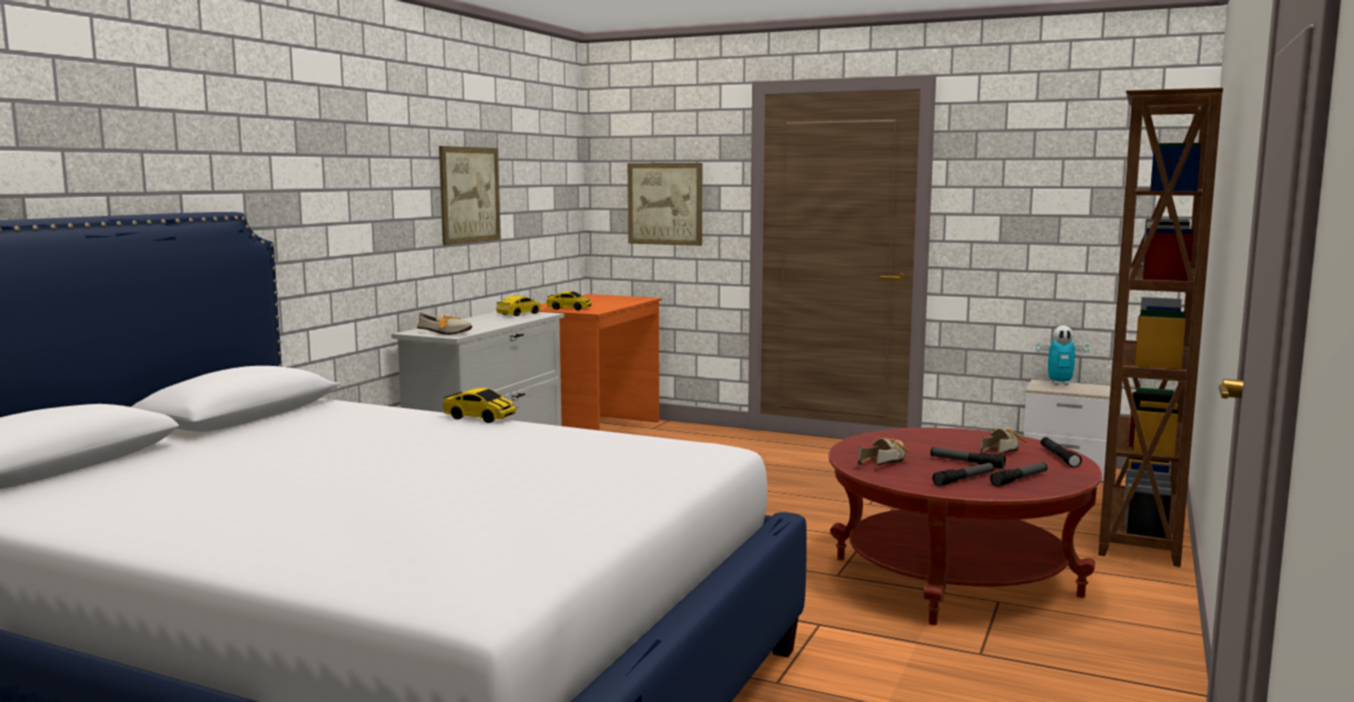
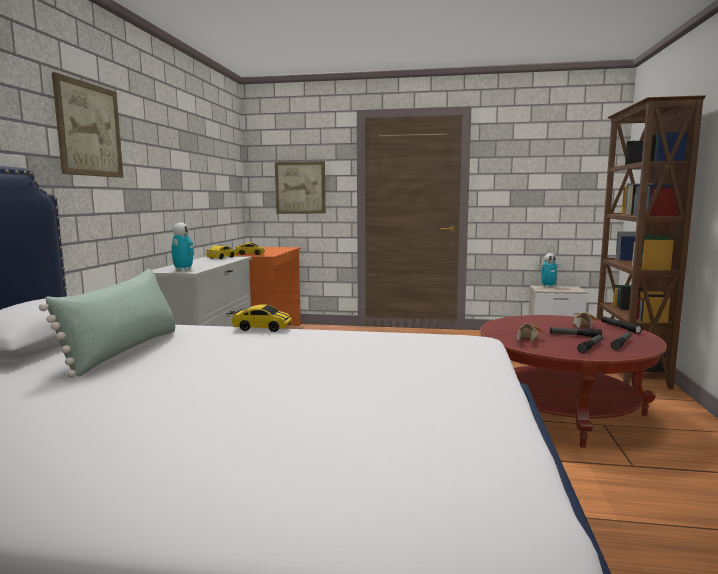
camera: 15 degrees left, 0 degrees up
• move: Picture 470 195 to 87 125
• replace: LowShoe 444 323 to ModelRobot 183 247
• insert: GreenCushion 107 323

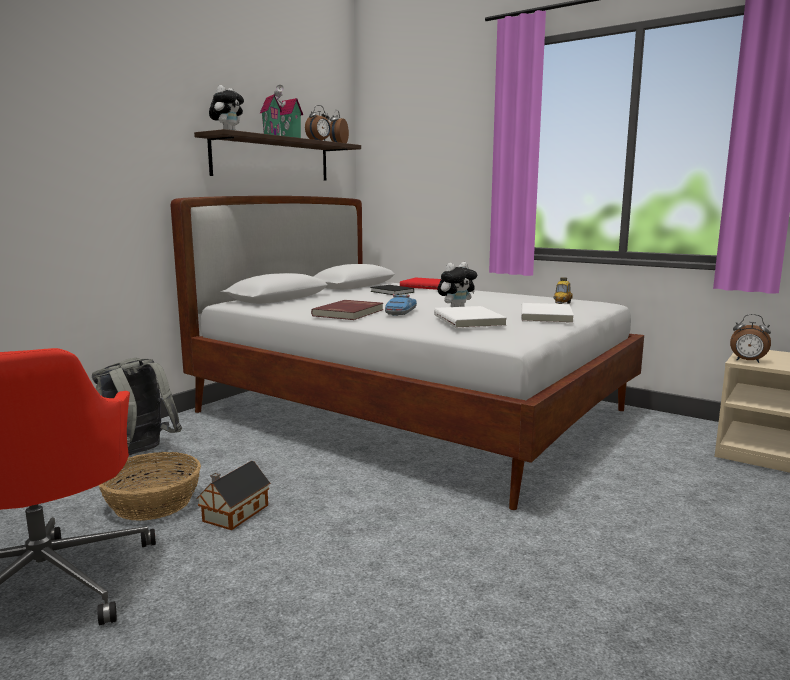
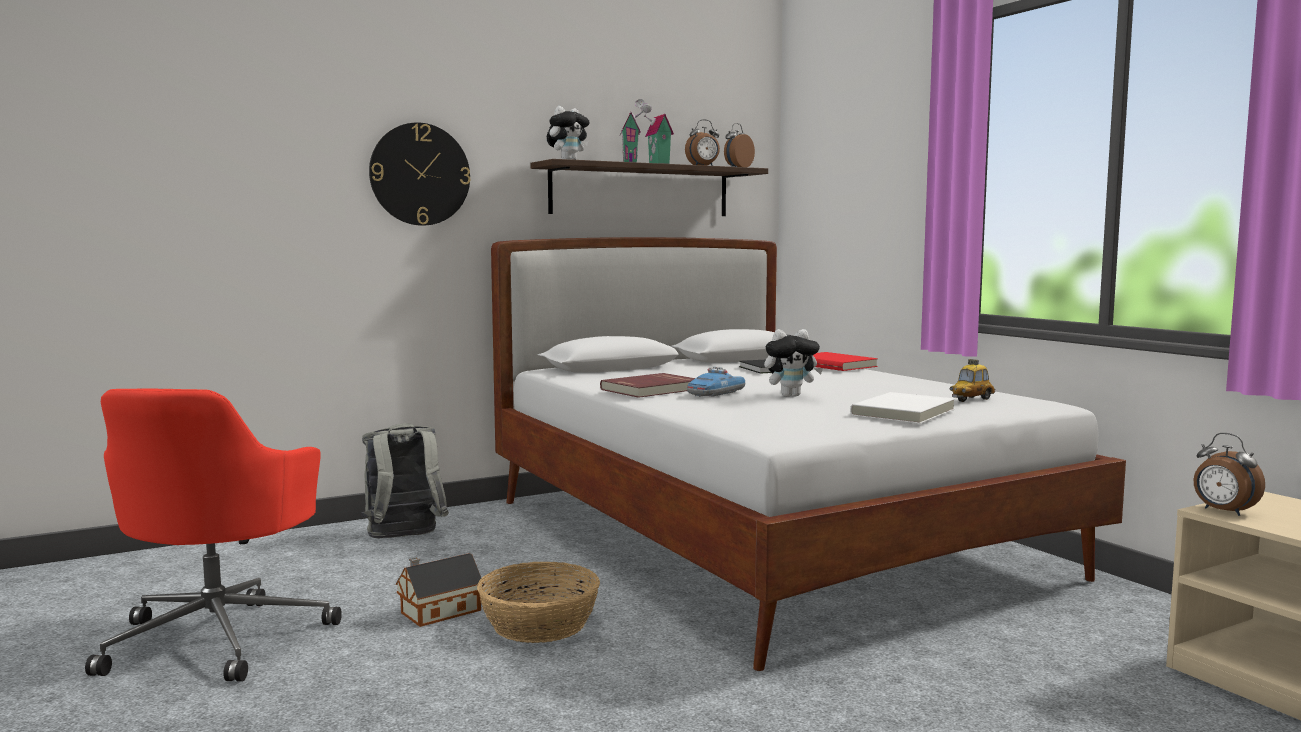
camera: 25 degrees right, 5 degrees down
• delete: WhiteVolume 470 317
• move: StorageBasket 150 486 to 538 602
• insert: WallClock 419 174

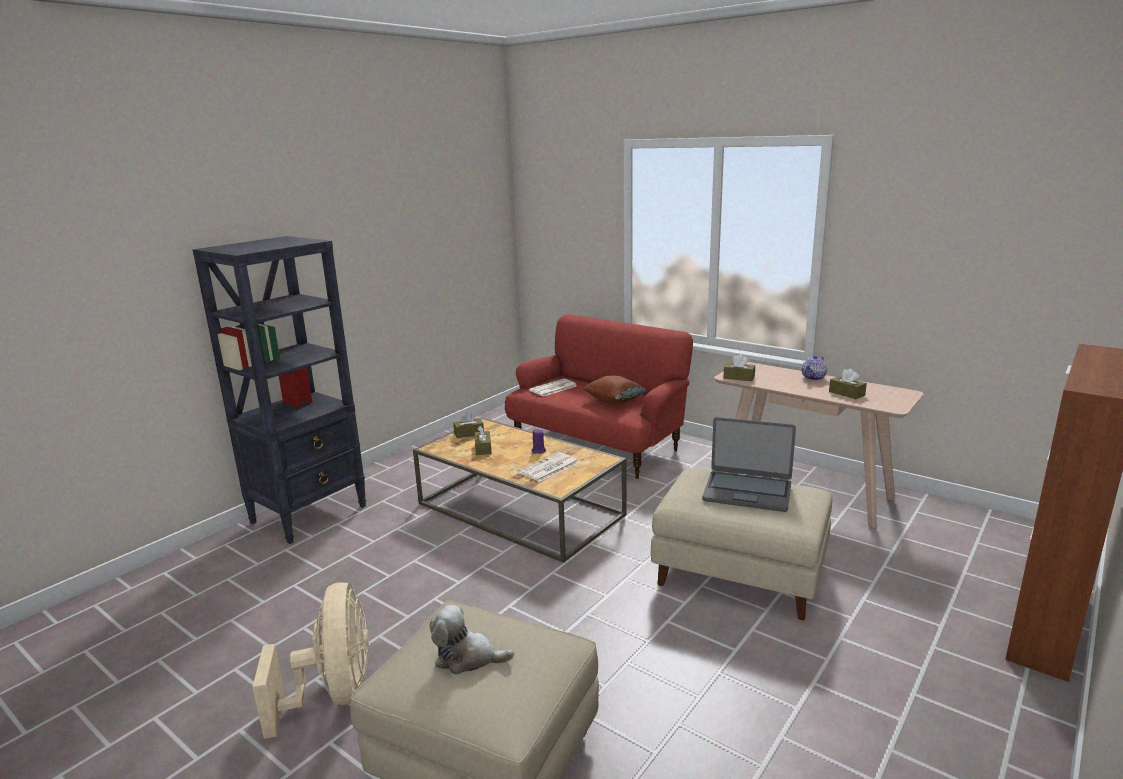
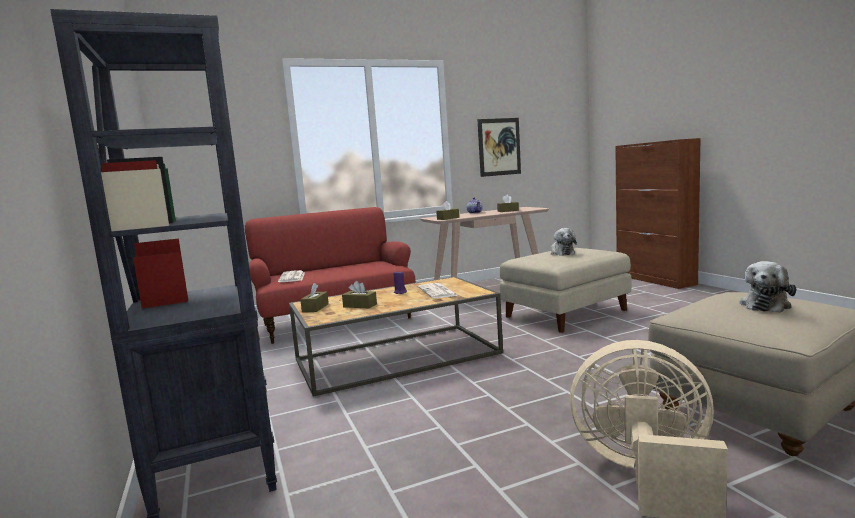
camera: 60 degrees left, 10 degrees down
• delete: BrownishCushion 615 389
• replace: NotebookComputer 749 464 to PlushToy 564 242
• insert: Picture 499 147

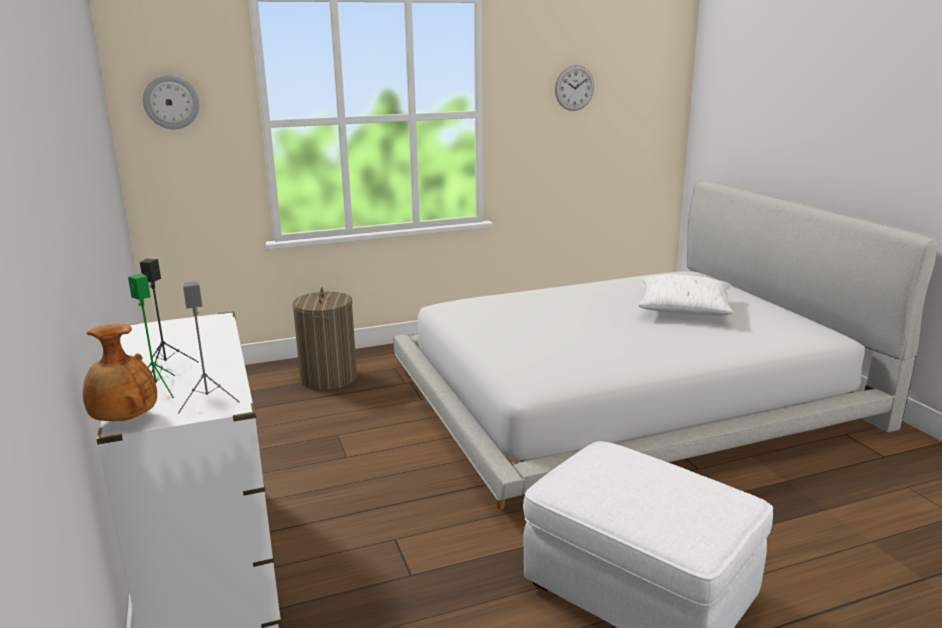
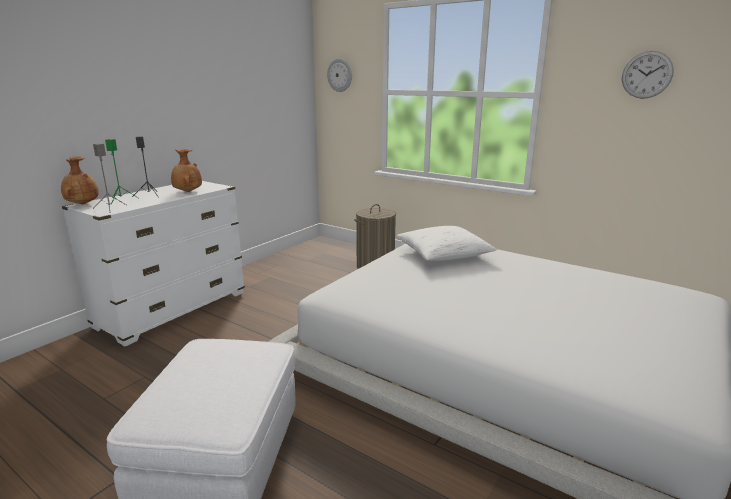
camera: 55 degrees right, 0 degrees up
• move: WhiteCushion 686 295 to 446 243
• insert: BrownishDecorativeVase 186 170

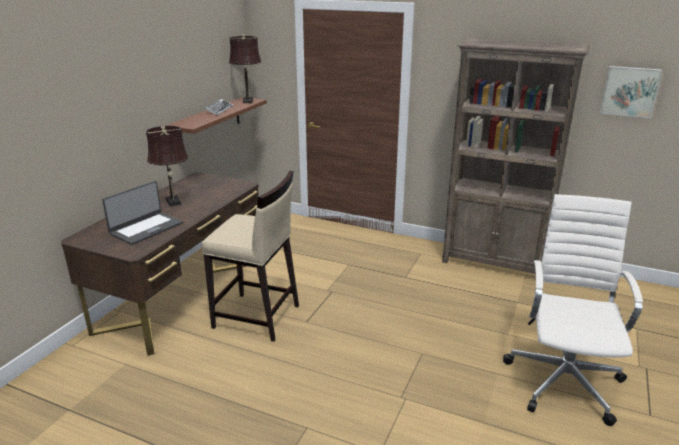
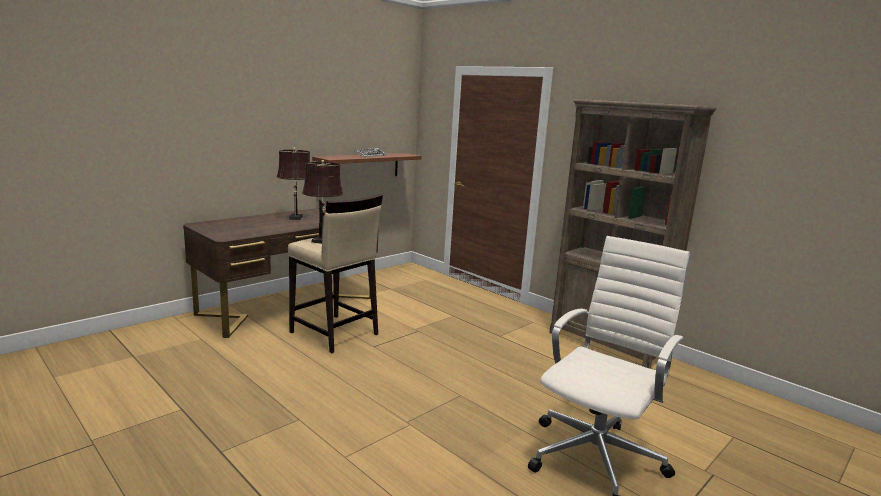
camera: 20 degrees right, 10 degrees down
• move: BrownishTabletopLamp 245 68 to 322 202
• delete: Picture 631 92
• delete: NotebookComputer 142 213

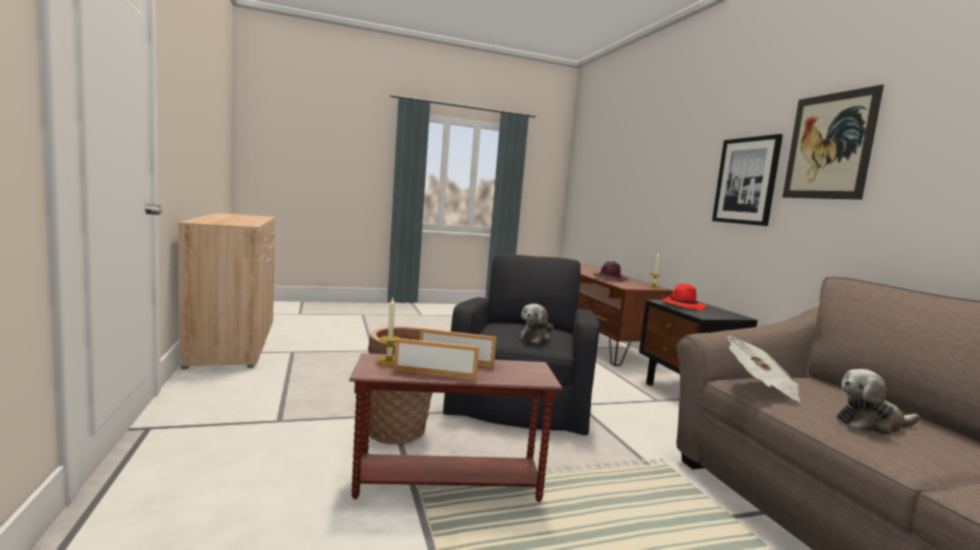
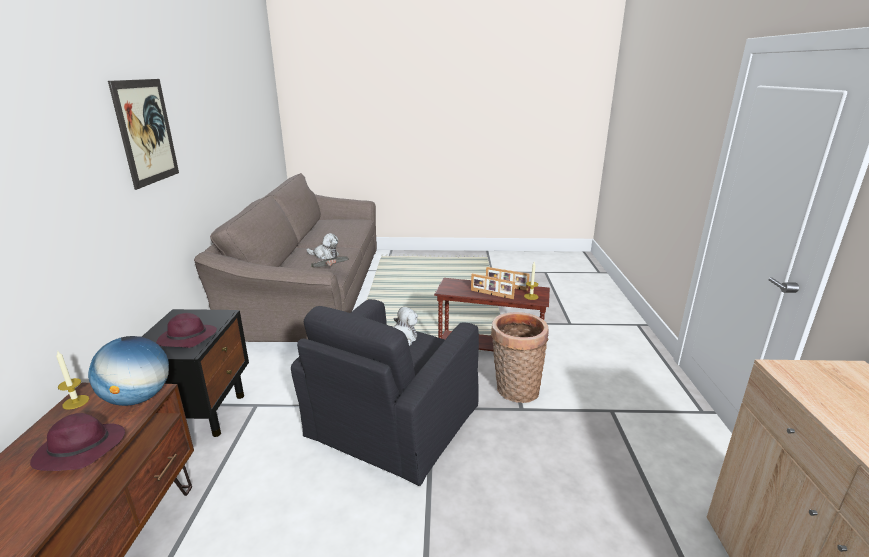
camera: 160 degrees left, 15 degrees up
• delete: Picture 747 180
• recolor: RedColouredClothingHat 683 297 to PurplishClothingHat 186 330
• insert: Globe 128 371

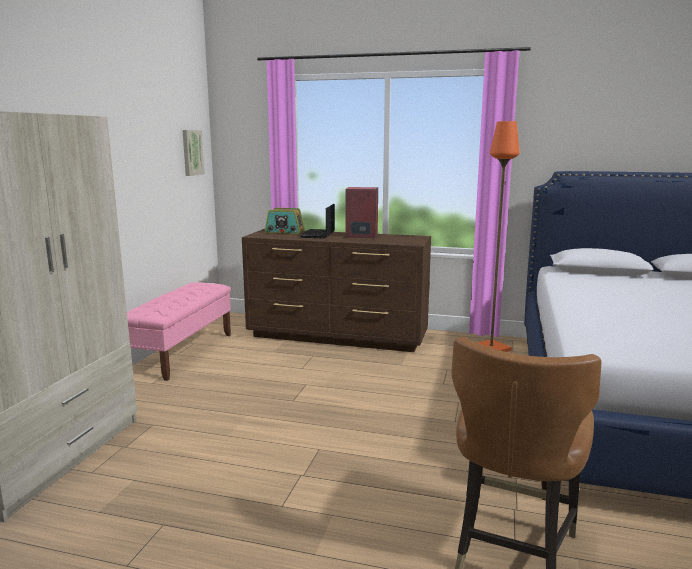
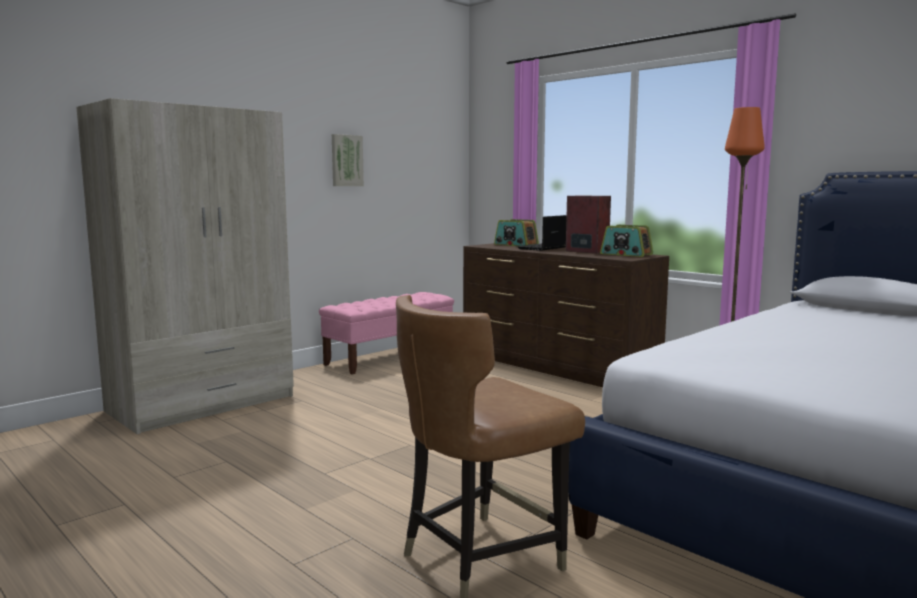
camera: 30 degrees right, 5 degrees down
• move: Picture 193 153 to 348 160
• insert: RadioSet 626 241

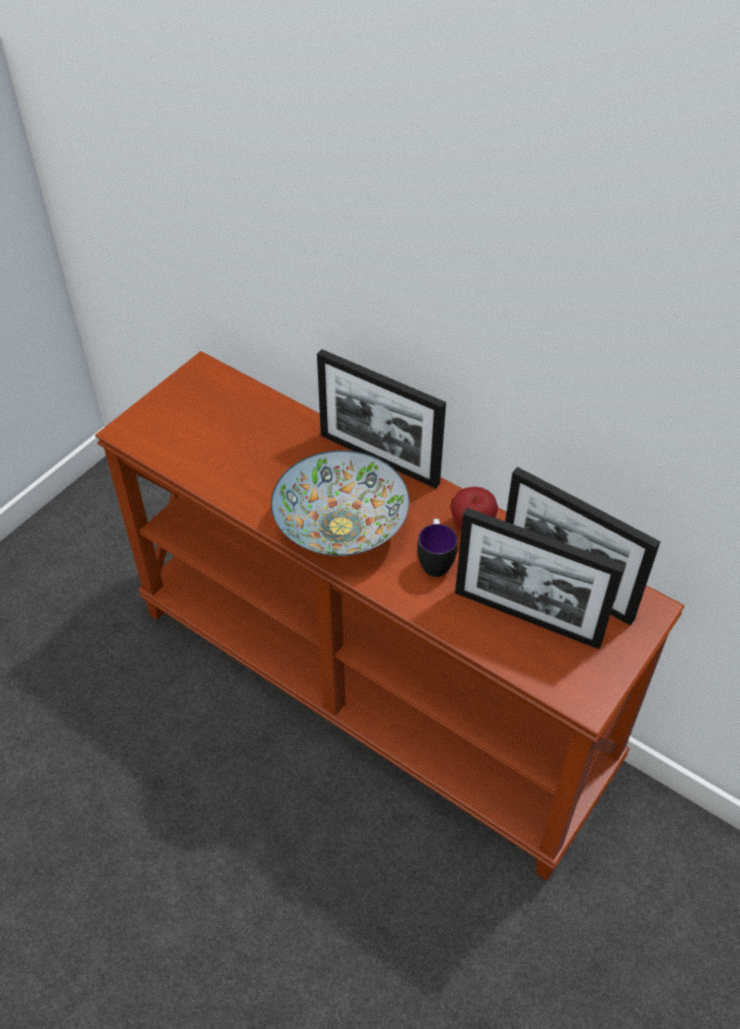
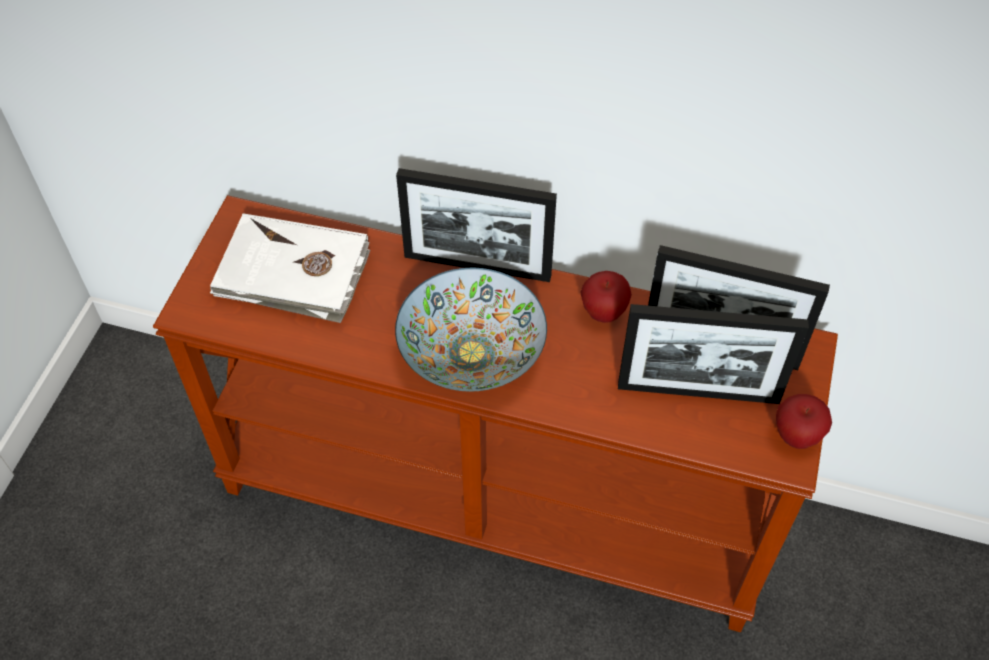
camera: 20 degrees left, 5 degrees up
• delete: CoffeeMug 437 548
• insert: WhiteVolume 290 268
• insert: AppleFruit 804 421

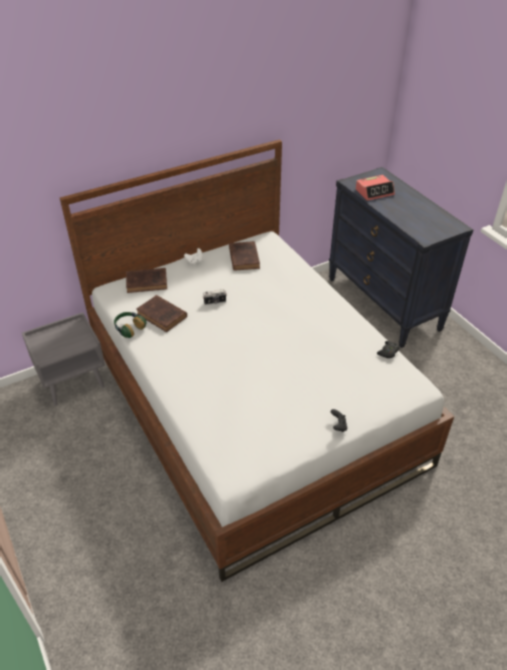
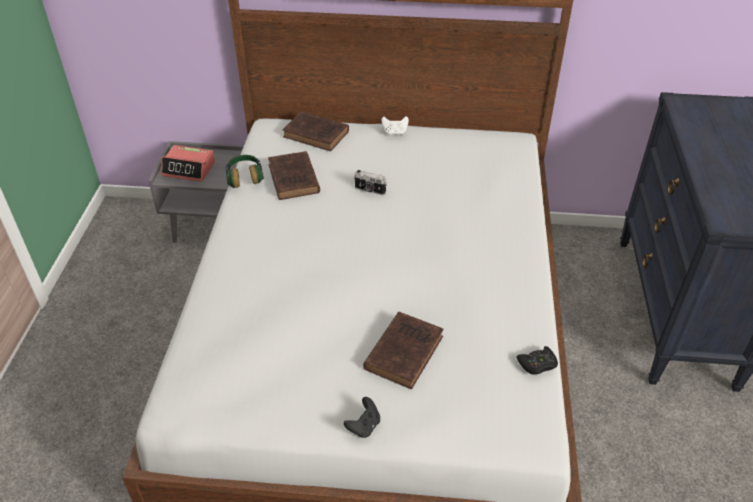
camera: 35 degrees right, 0 degrees up
• move: TableClock 375 188 to 188 163
• move: BrownishVolume 244 256 to 403 350

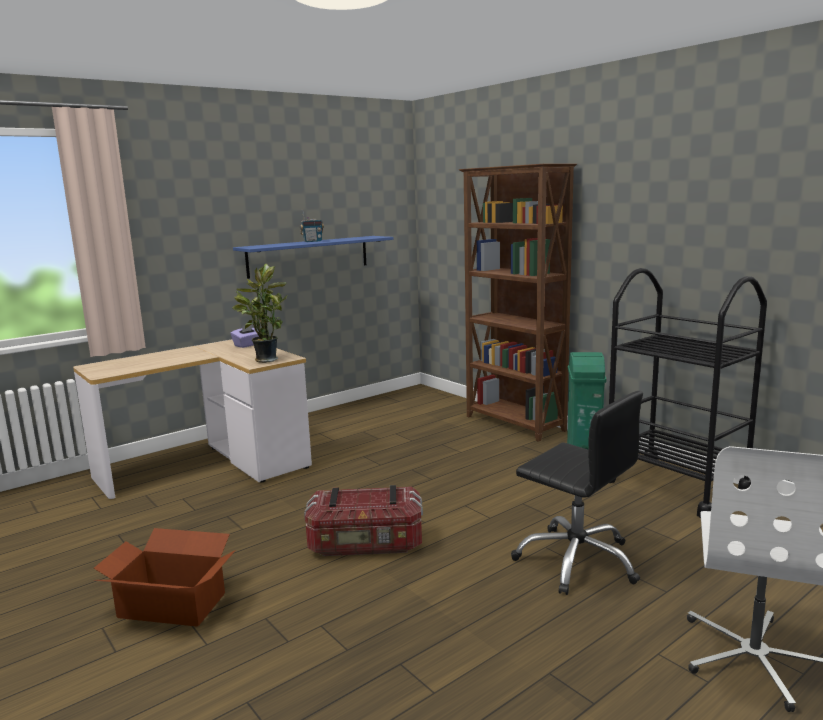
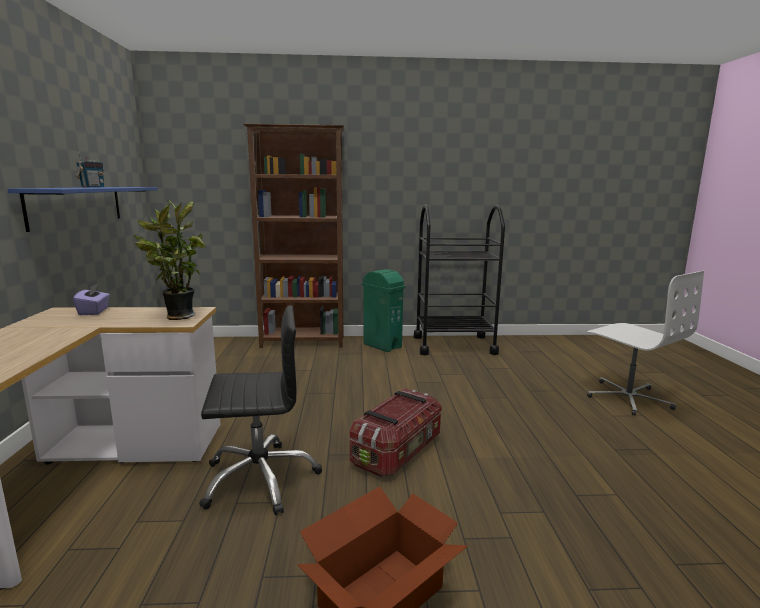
camera: 55 degrees left, 0 degrees up
• move: BlackishOfficeChair 577 493 to 260 410

